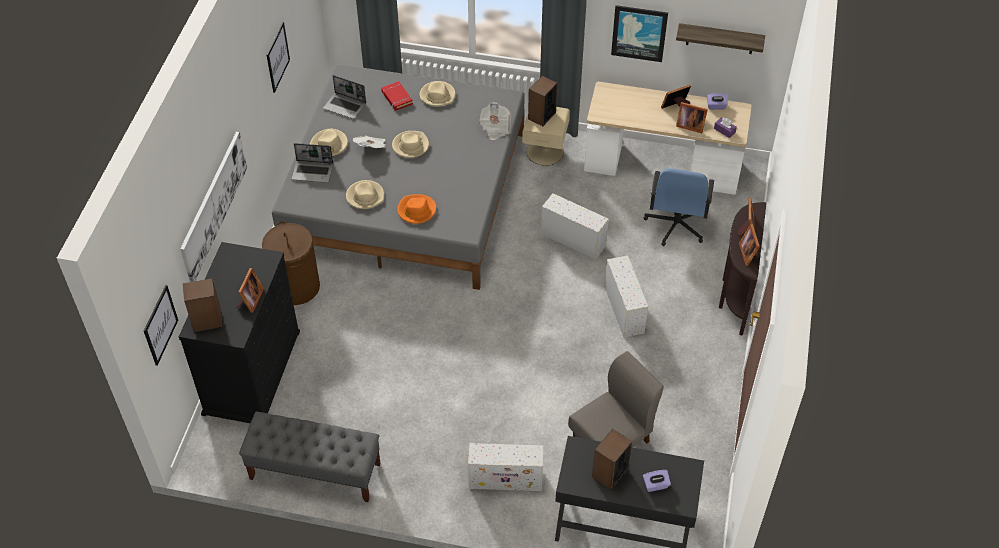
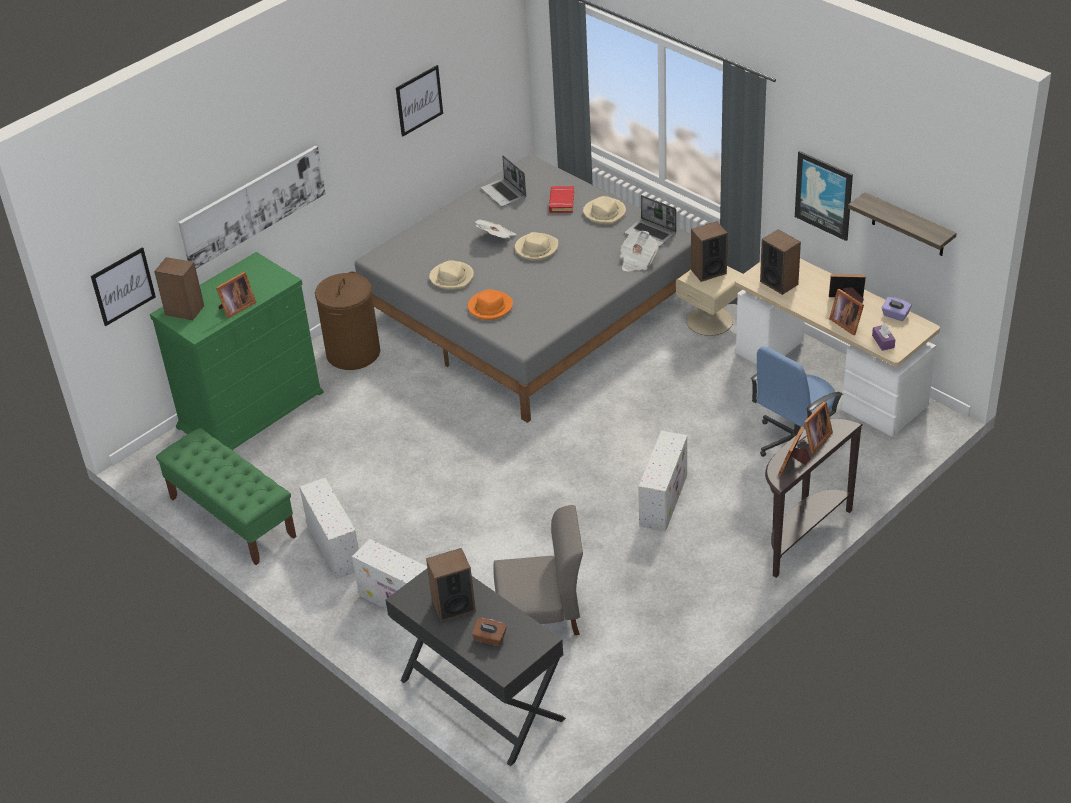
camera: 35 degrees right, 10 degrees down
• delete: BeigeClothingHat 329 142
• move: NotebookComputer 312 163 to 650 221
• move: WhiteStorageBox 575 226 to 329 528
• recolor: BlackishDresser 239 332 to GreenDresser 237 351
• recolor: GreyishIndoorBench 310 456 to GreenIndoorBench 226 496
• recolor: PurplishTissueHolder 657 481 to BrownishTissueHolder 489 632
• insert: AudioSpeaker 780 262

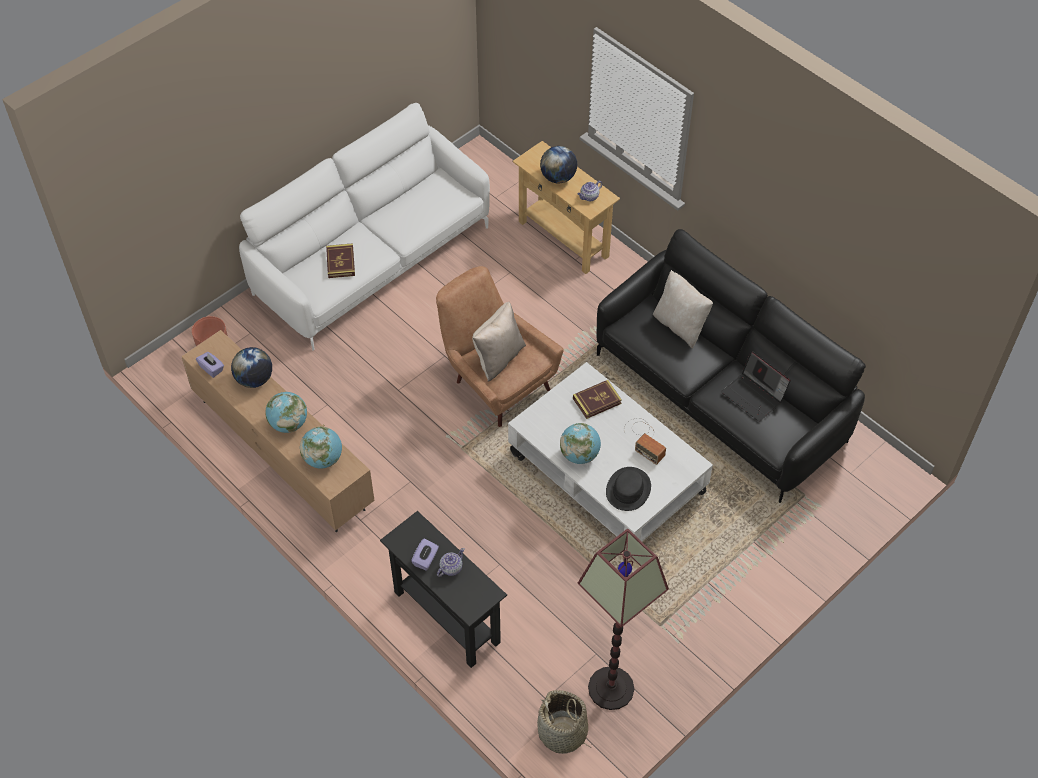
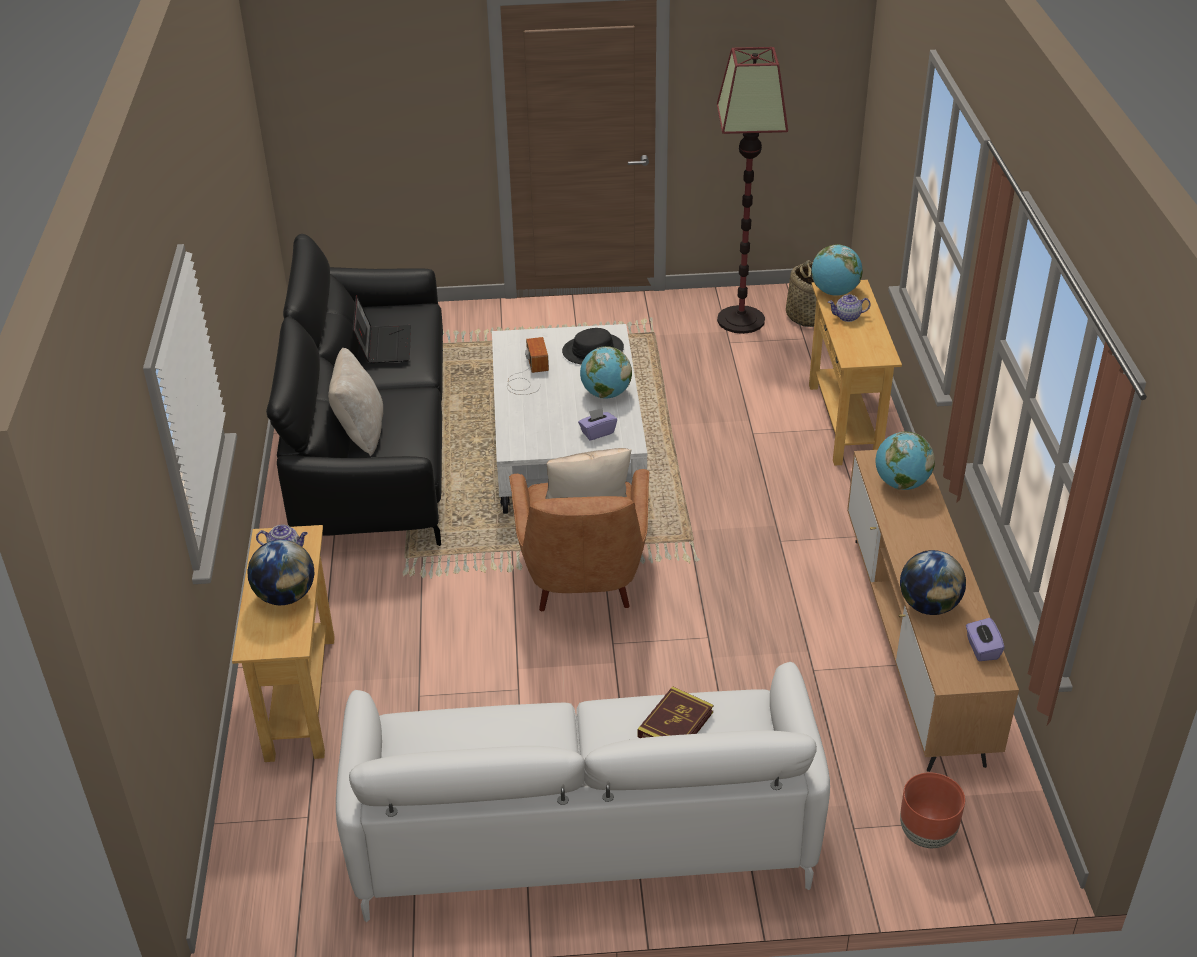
camera: 140 degrees left, 15 degrees down
• delete: Volume 597 399
• move: Globe 286 412 to 837 270
• recolor: BlackishHallTable 443 589 to BeigeHallTable 855 373
• move: PurplishTissueHolder 425 554 to 597 424

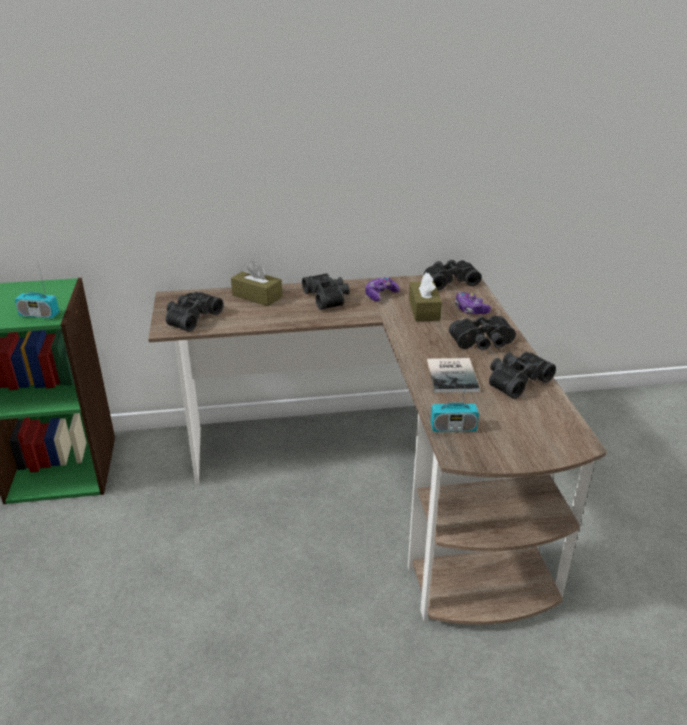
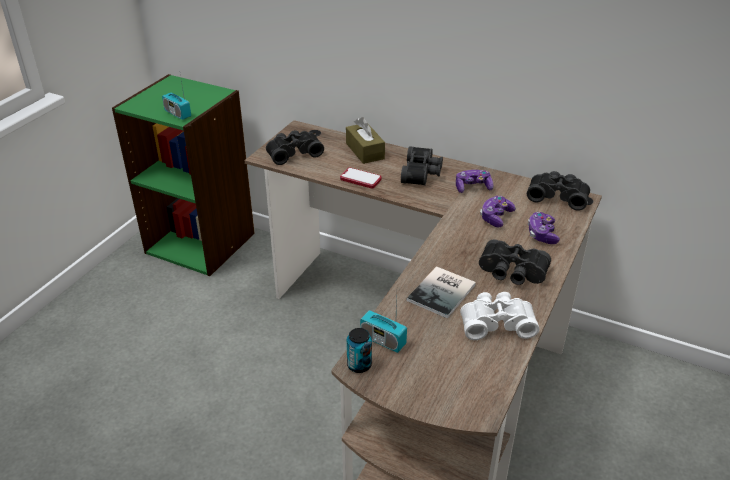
camera: 35 degrees right, 5 degrees up
• replace: BrownishTissueHolder 425 297 to GameController 498 211
• recolor: BlackishFieldGlasses 522 375 to WhiteFieldGlasses 499 316
• insert: Telephone 361 178
• insert: MetalCan 359 350

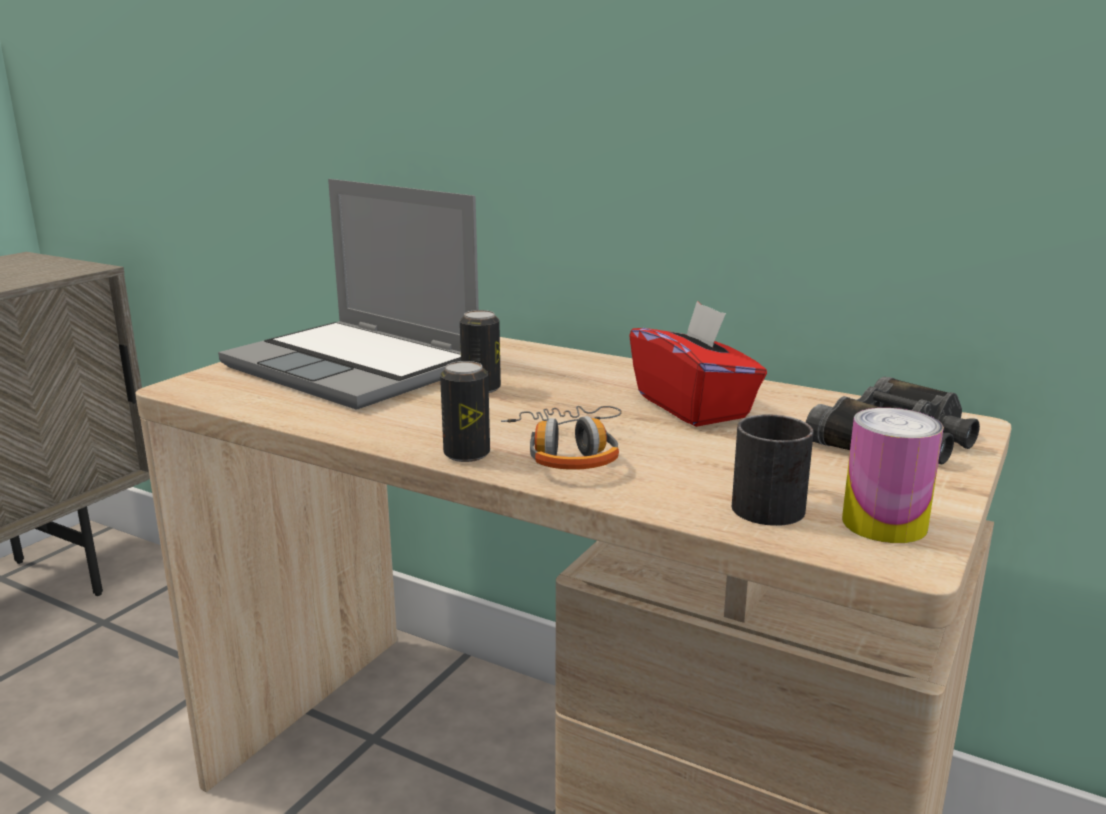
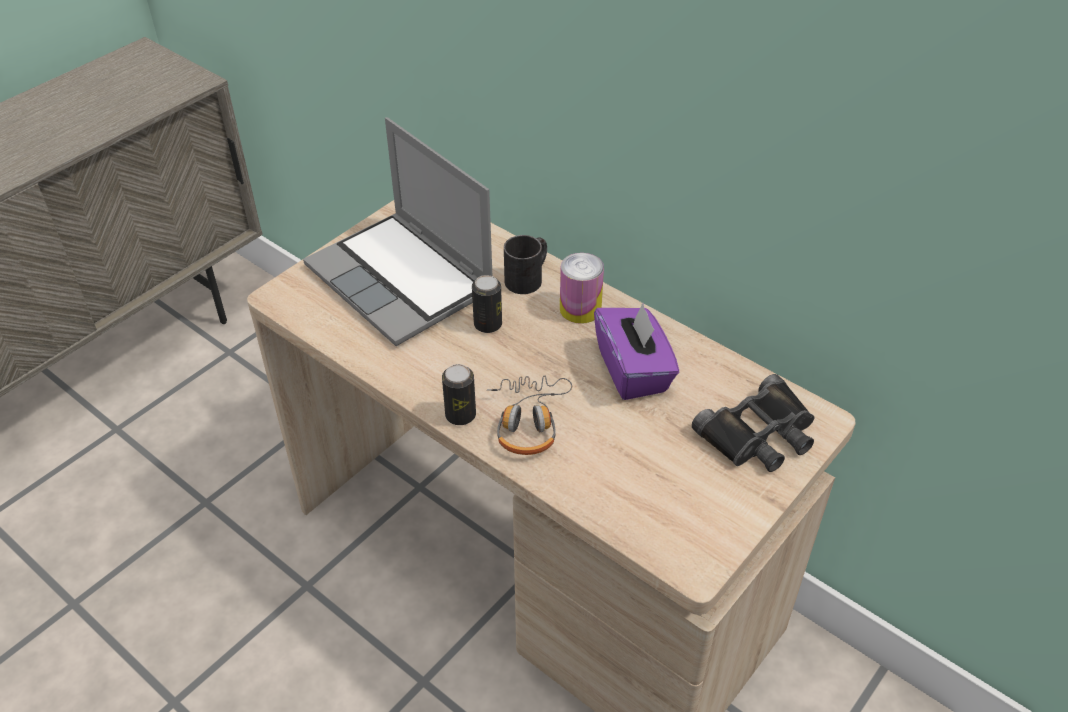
camera: 10 degrees right, 25 degrees up
• recolor: RedColouredTissueHolder 698 364 to PurplishTissueHolder 636 351
• move: MetalCan 893 475 to 582 288
• move: BlackishCoffeeMug 773 470 to 525 264

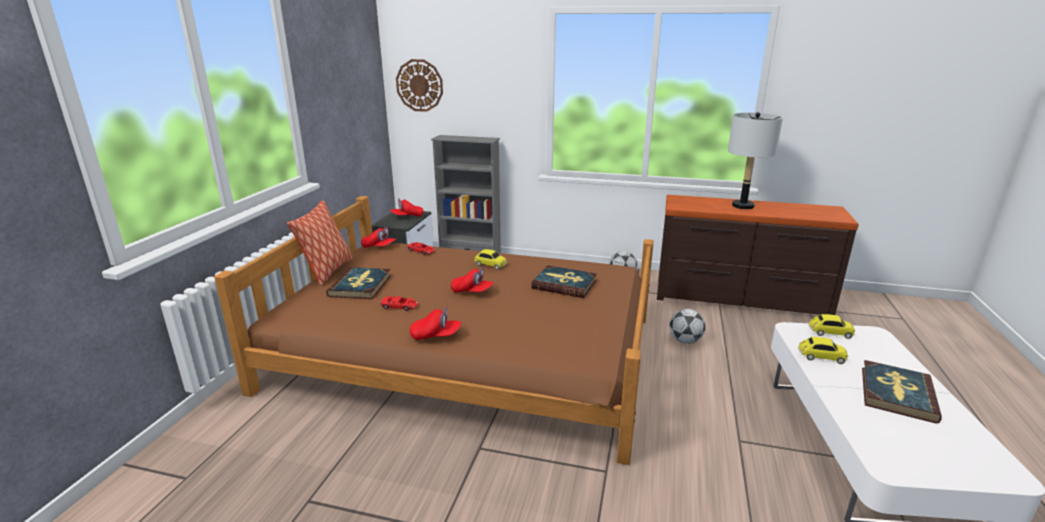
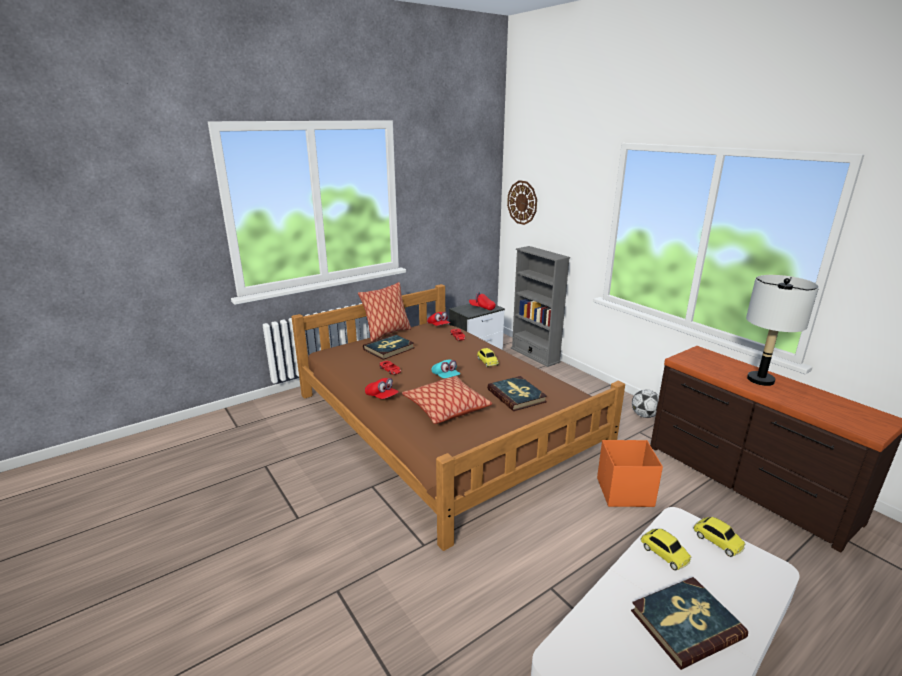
camera: 40 degrees right, 0 degrees up
• recolor: RedColouredBaseballCap 472 280 to BlueGreenBaseballCap 446 369
• replace: Football 687 326 to OrangeStorageBox 630 473
• insert: Cushion 447 400

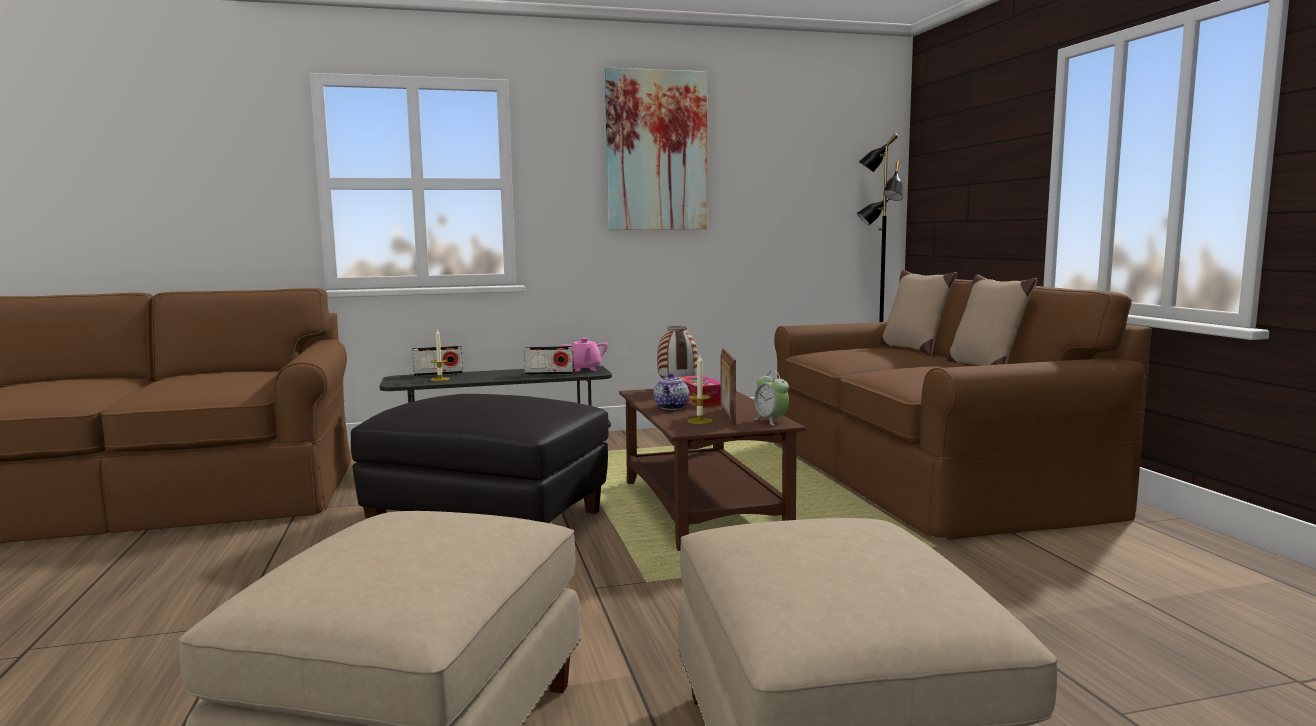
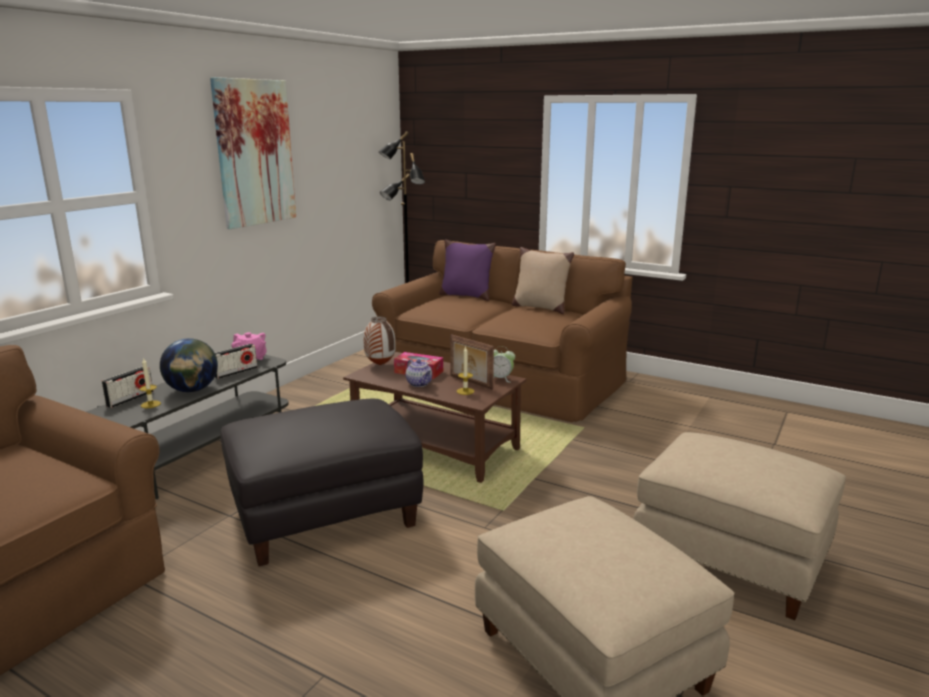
camera: 45 degrees left, 10 degrees up
• recolor: BeigeCushion 918 313 to PurplishCushion 467 270
• insert: Globe 189 365

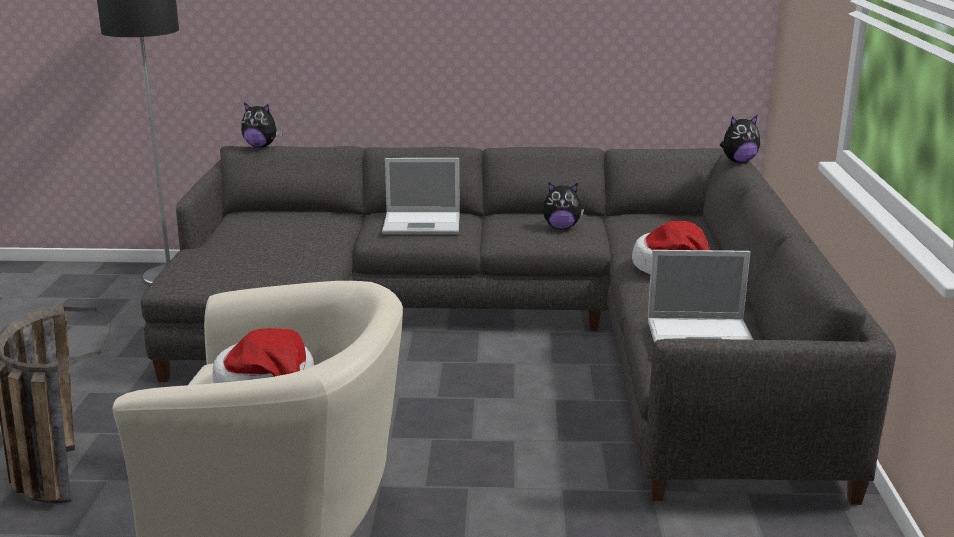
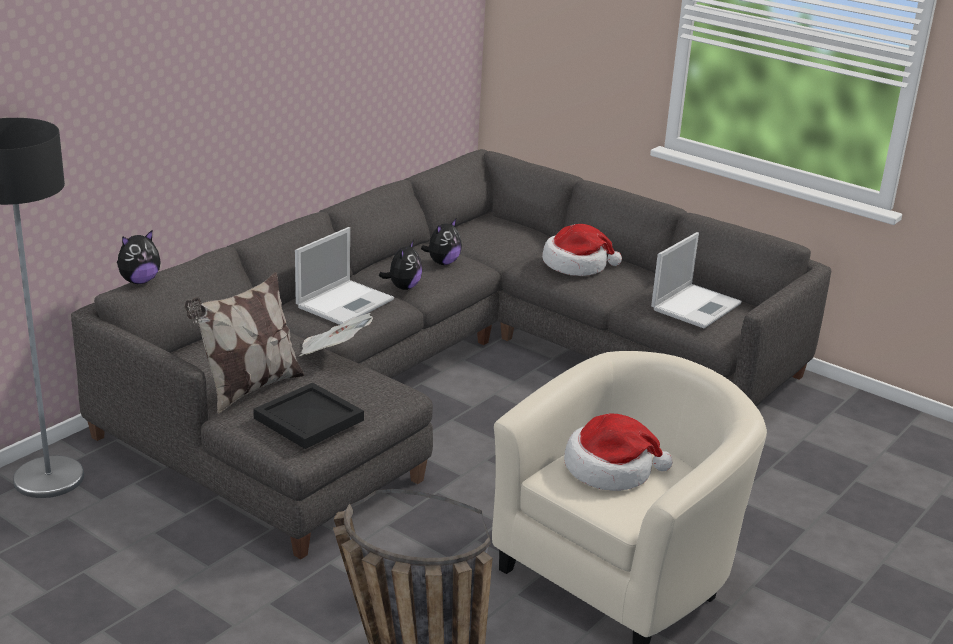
camera: 55 degrees left, 5 degrees up
• move: PlushToy 740 139 to 400 265
• insert: Cushion 244 343
• insert: PrintedPaper 336 334
• insert: BlackishCarryingTray 308 416

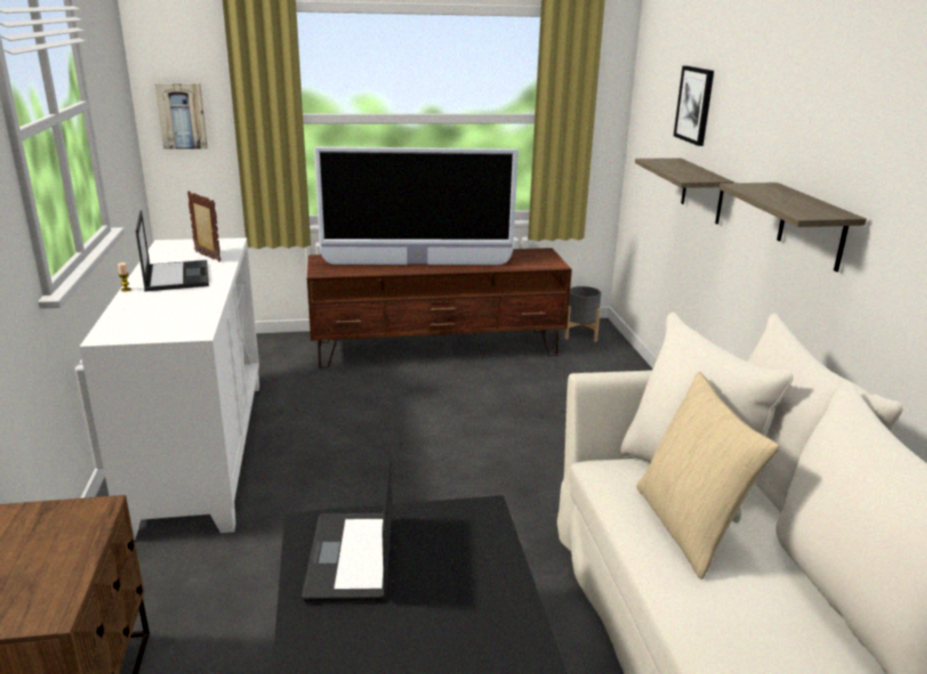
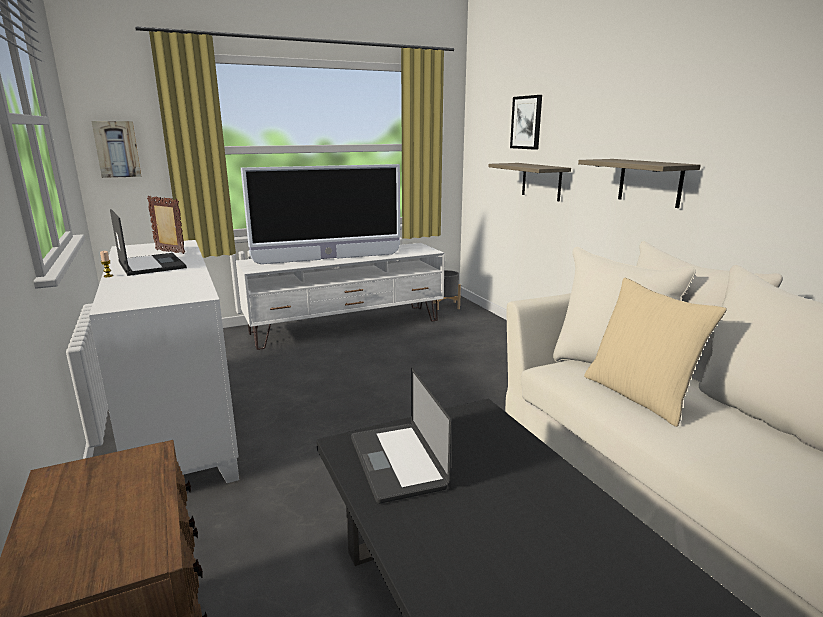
camera: 15 degrees left, 5 degrees down
• recolor: BrownishTvStand 439 308 to WhiteTvStand 340 296

